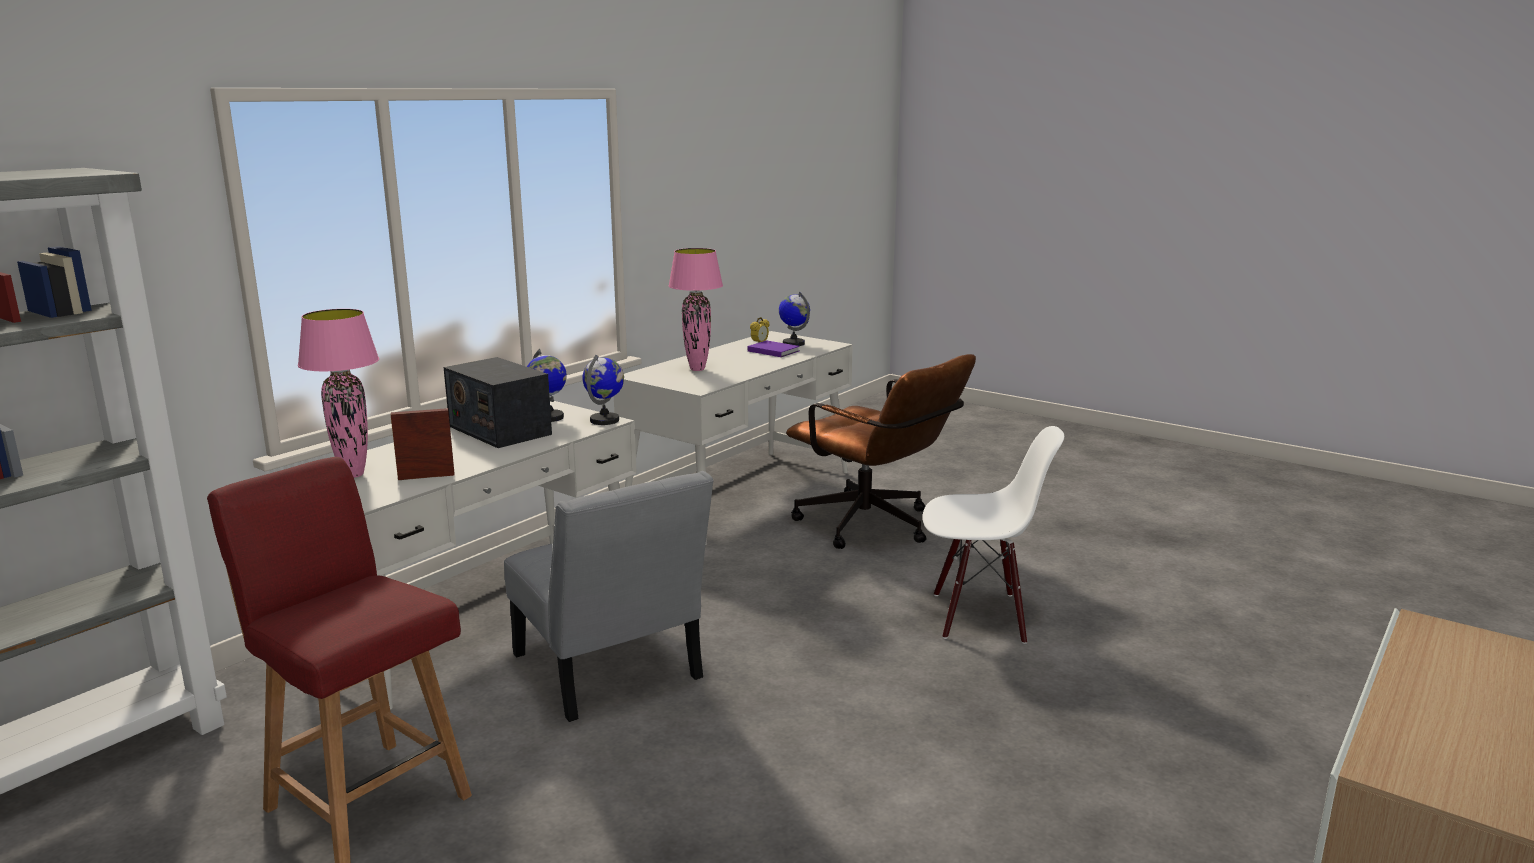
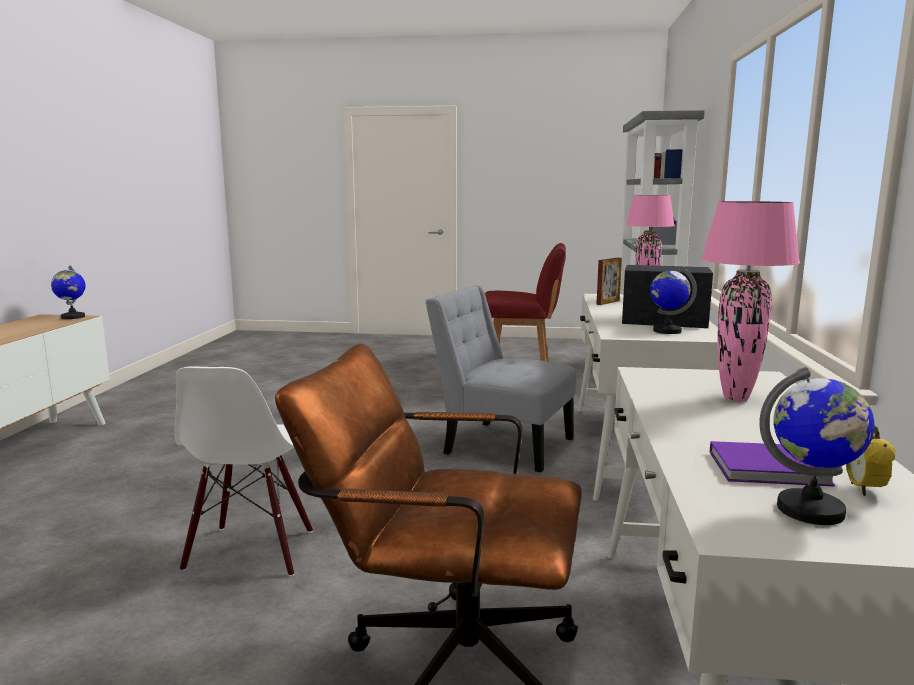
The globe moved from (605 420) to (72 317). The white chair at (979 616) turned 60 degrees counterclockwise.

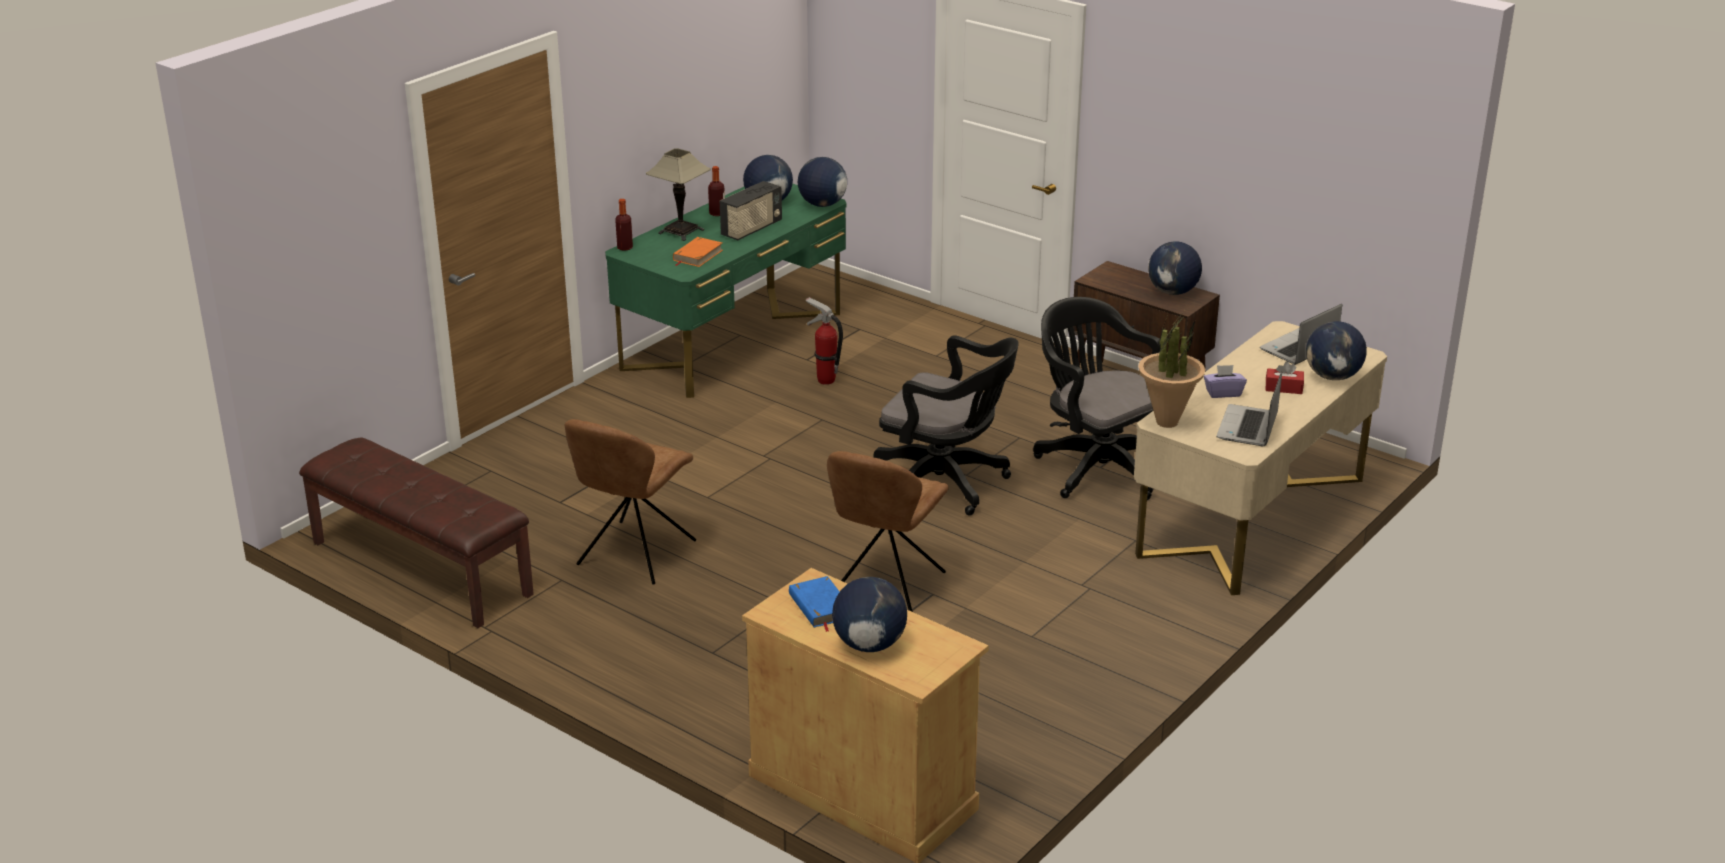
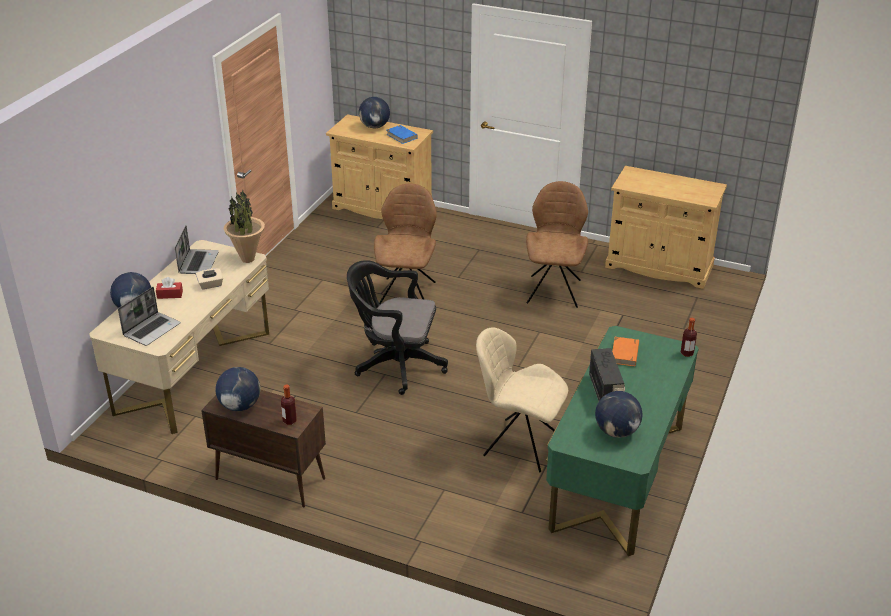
The table lamp at (681 231) disappeared. The globe at (822 205) disappeared. The bottle moved from (717 213) to (289 421). The radio at (752 229) turned 150 degrees clockwise. The fire extinguisher at (825 380) was replaced by the beige chair at (519 444). The black office chair at (1096 467) disappeared. The purple tissue box at (1223 393) became the beige tissue box at (210 285). The brown bench at (419 569) was replaced by the beige cabinet at (659 266).

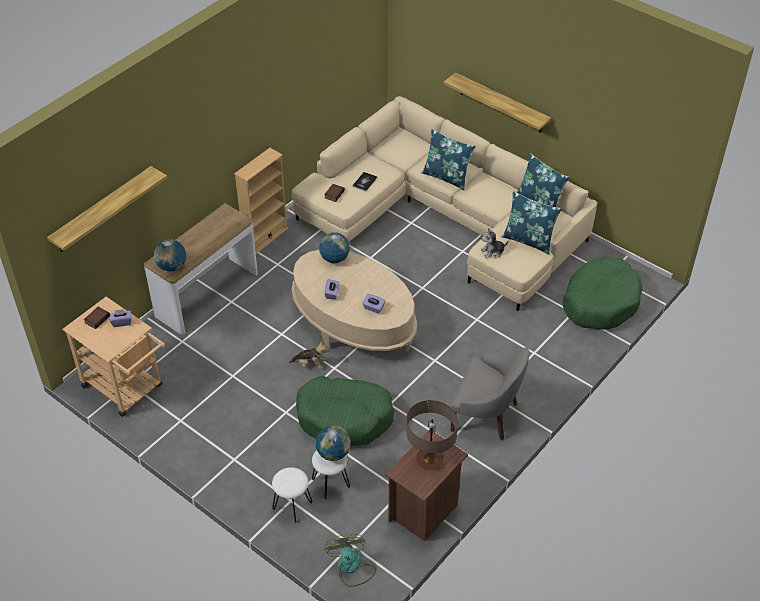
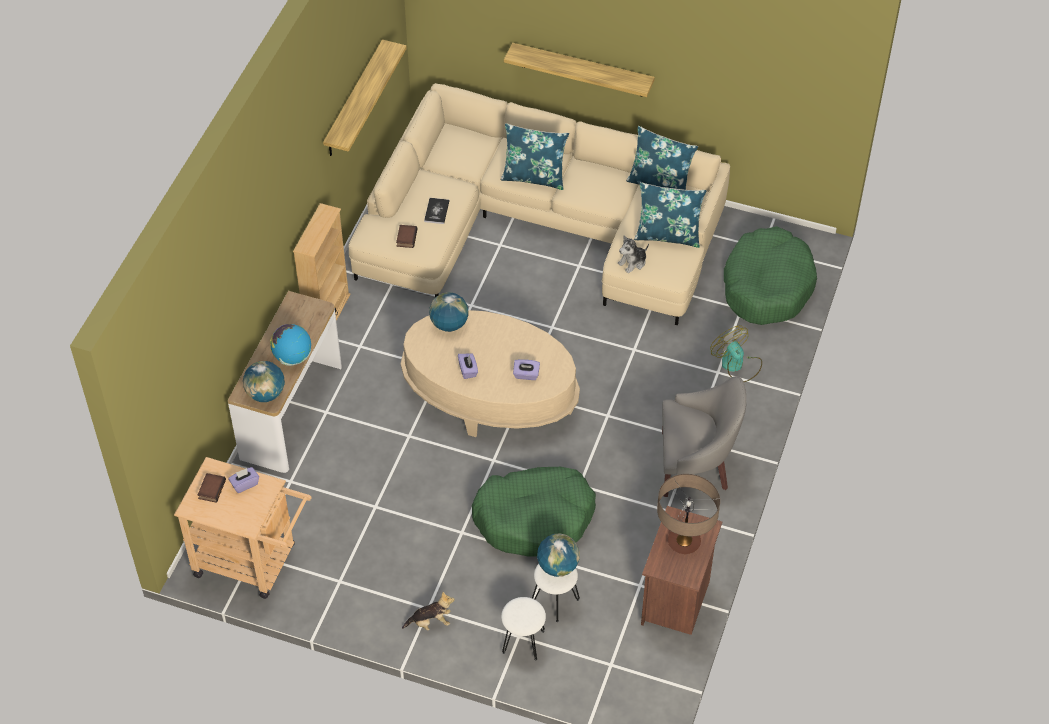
The shelf moved from (102 210) to (354 100). The plush toy moved from (310 364) to (430 622). The fan moved from (351 567) to (736 365). The globe at (292 357) appeared.

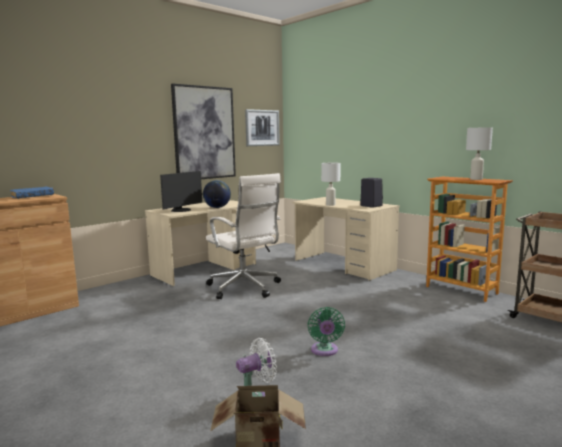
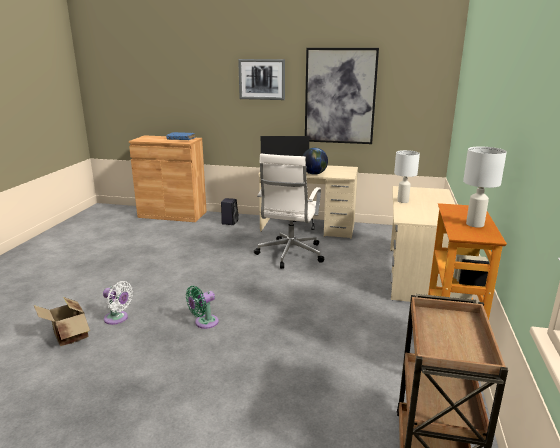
The picture moved from (262 128) to (262 79). The black speaker moved from (370 206) to (230 222).

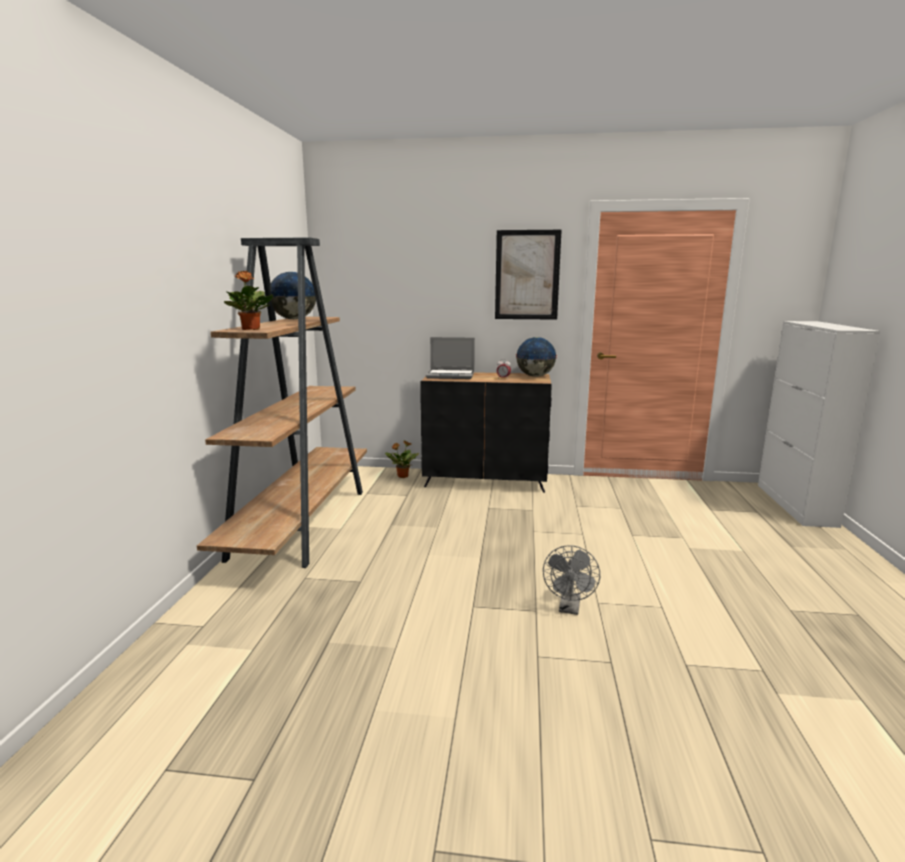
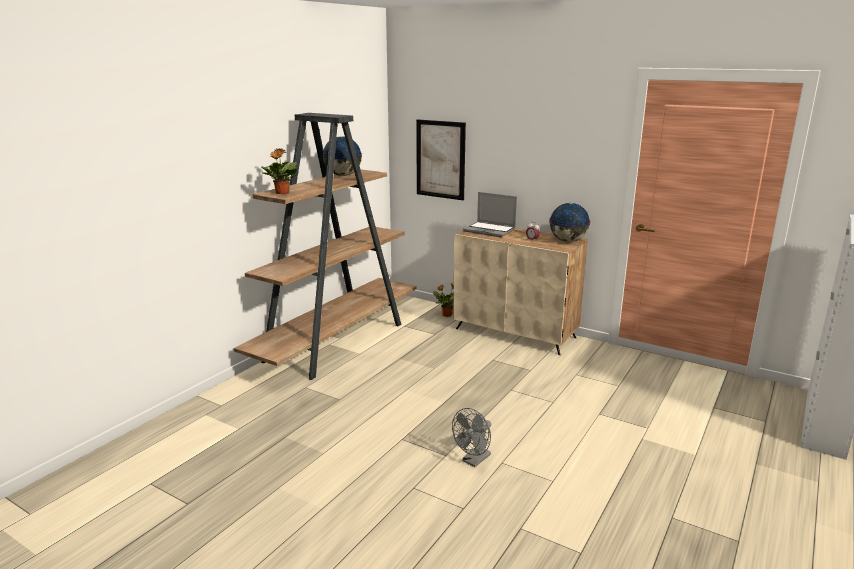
The picture moved from (527 275) to (440 159). The black cabinet at (486 481) became the beige cabinet at (516 333).

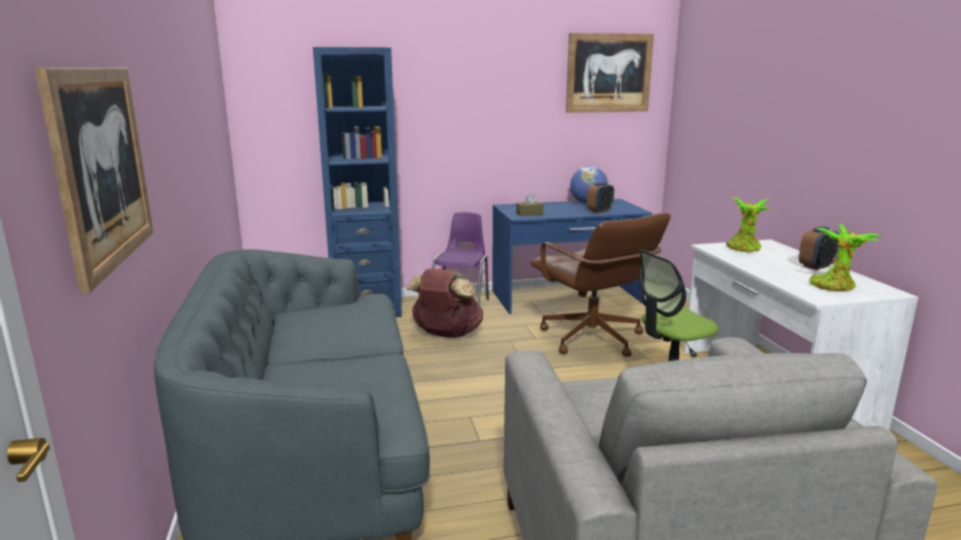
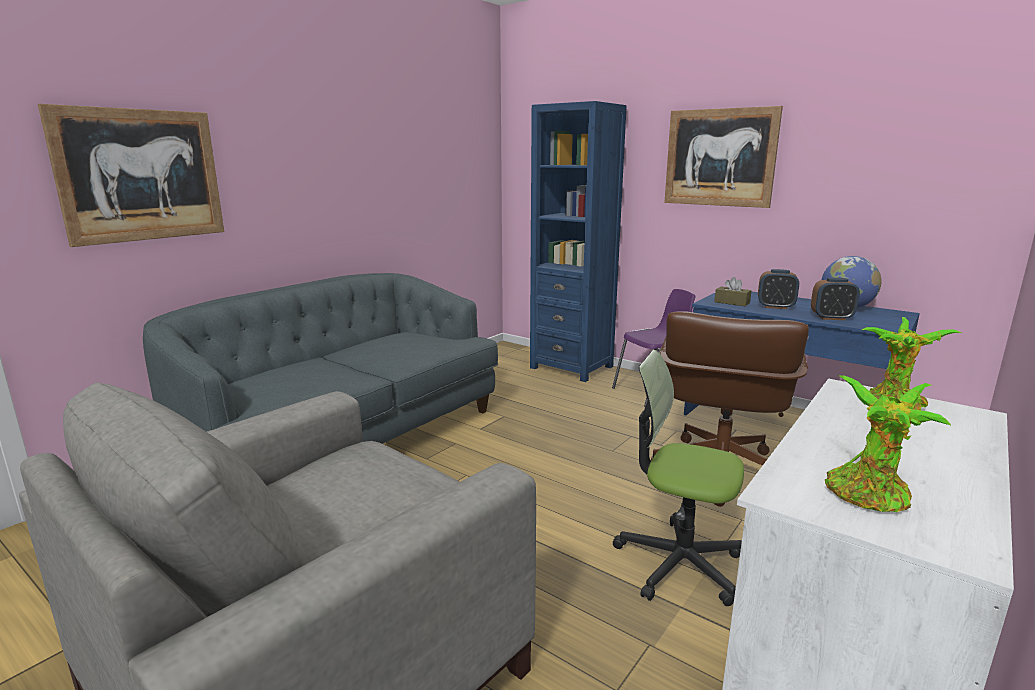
The picture moved from (609 73) to (719 158). The alarm clock moved from (816 266) to (775 307). The brown backpack at (446 334) disappeared.

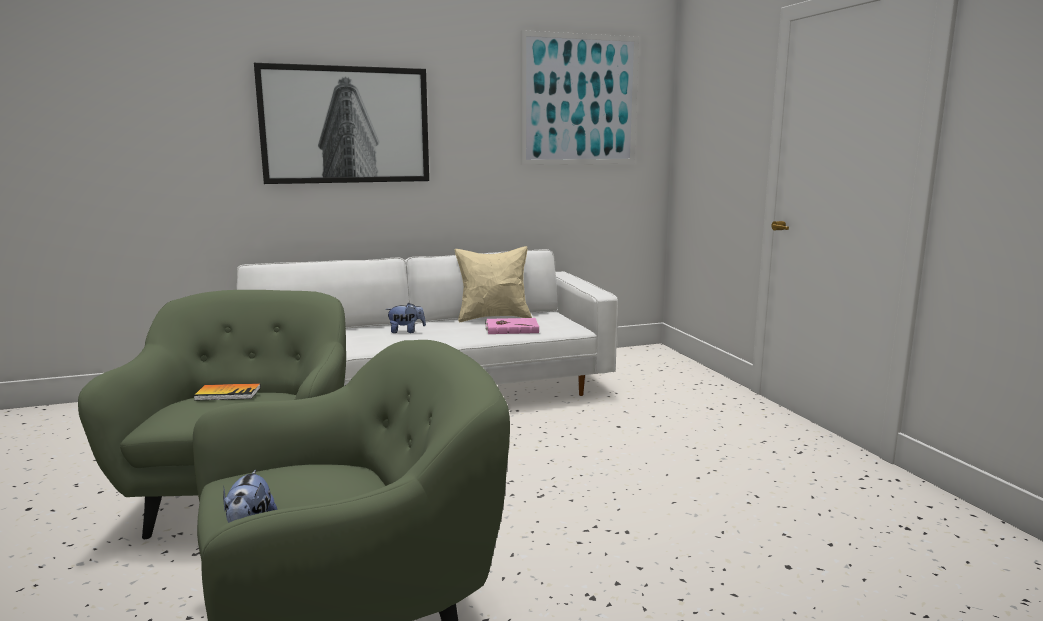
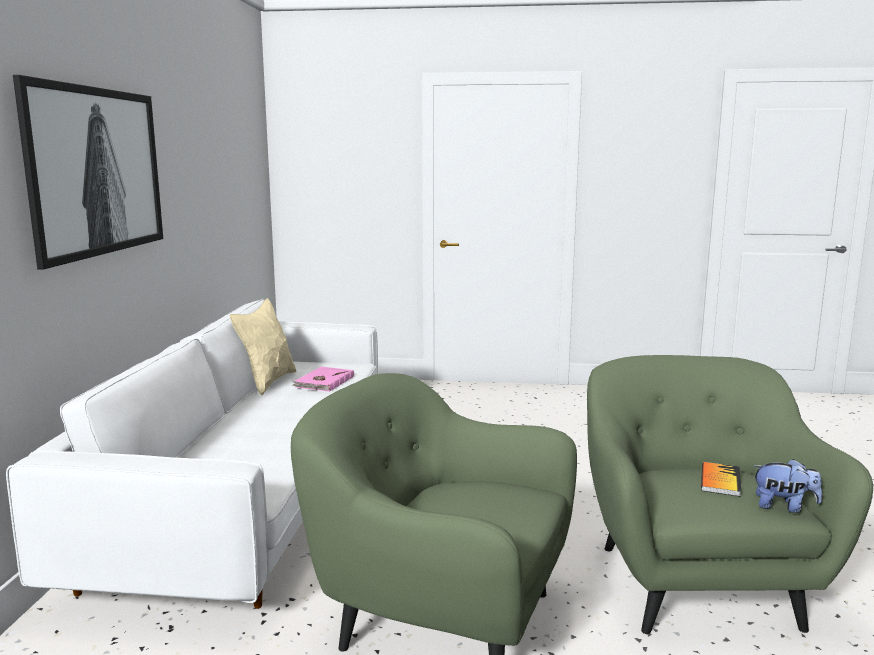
The picture at (579 100) disappeared. The plush toy at (406 331) disappeared. The book moved from (228 393) to (720 480).

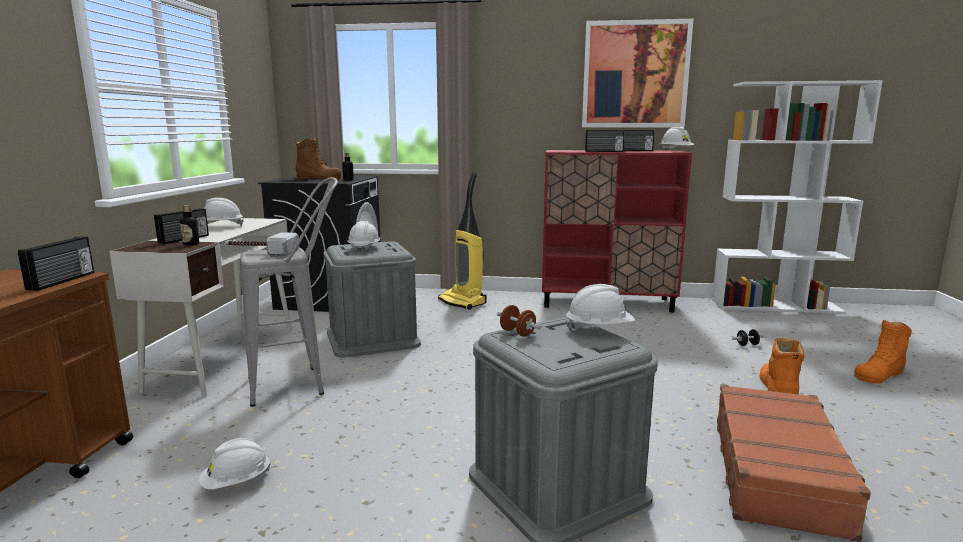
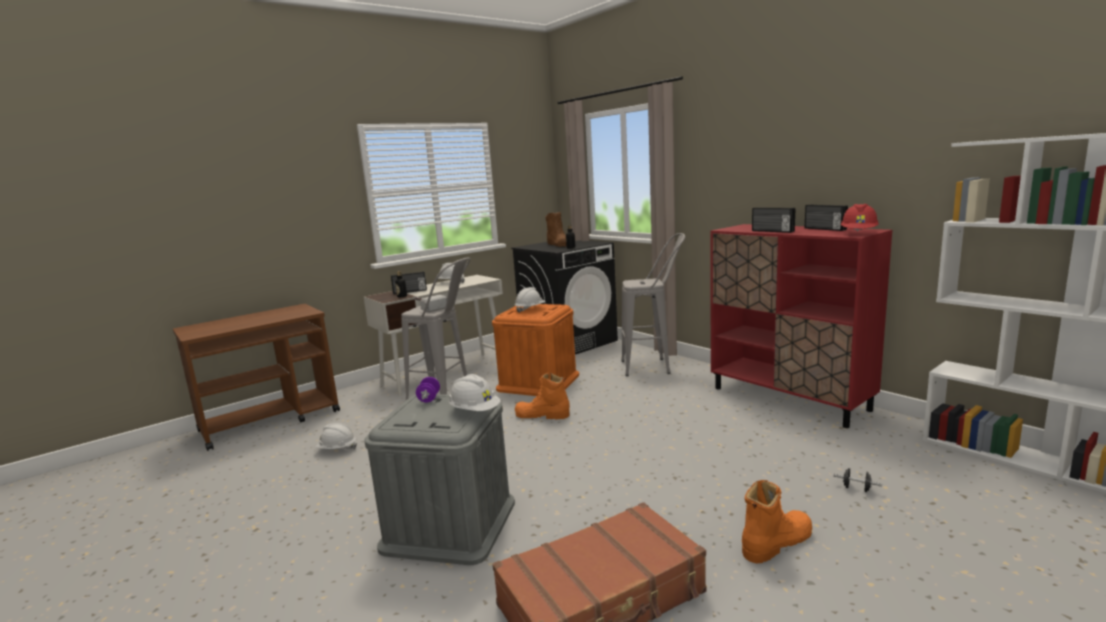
The picture at (635 75) disappeared. The white hard hat at (676 151) became the red hard hat at (859 234). The vacuum cleaner at (463 302) was replaced by the grey stool at (654 367). The radio at (63 281) disappeared. The grey storage box at (372 338) became the orange storage box at (538 382). The brown dumbbell at (517 333) became the purple dumbbell at (429 398). The orange boot moved from (879 374) to (542 415).

